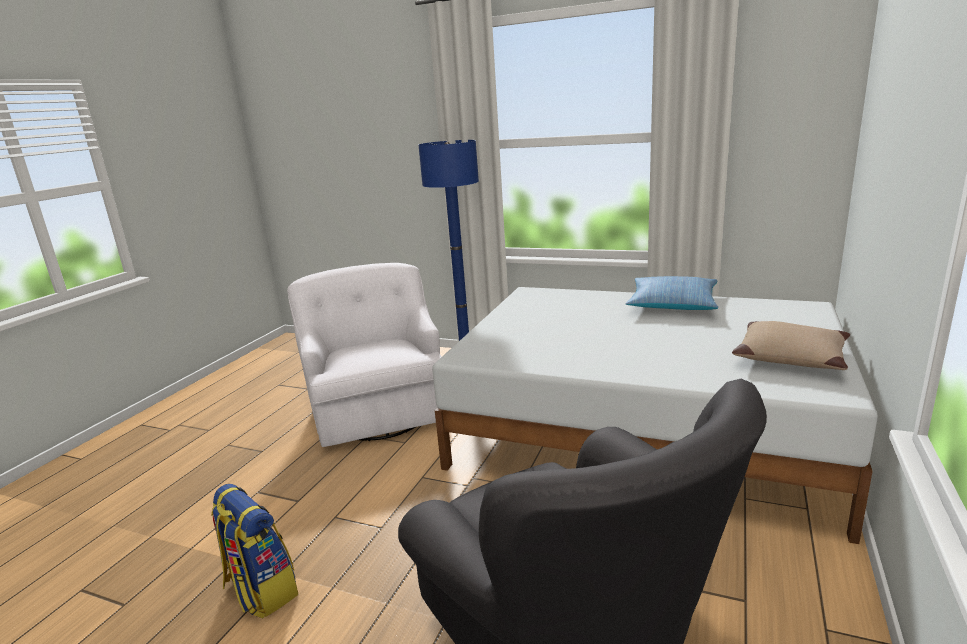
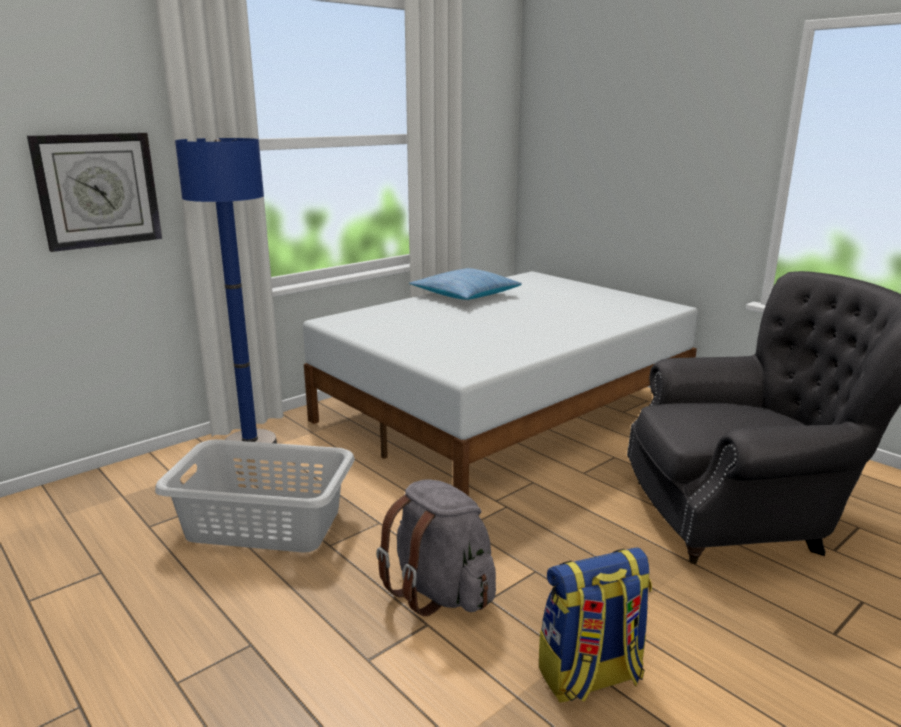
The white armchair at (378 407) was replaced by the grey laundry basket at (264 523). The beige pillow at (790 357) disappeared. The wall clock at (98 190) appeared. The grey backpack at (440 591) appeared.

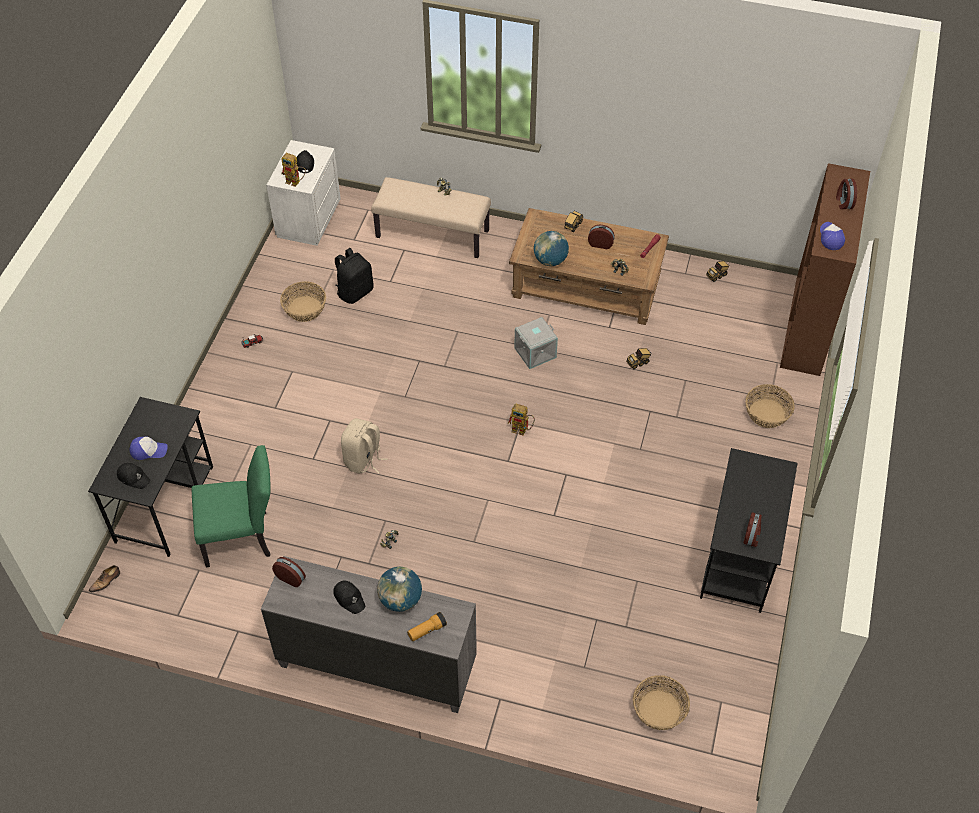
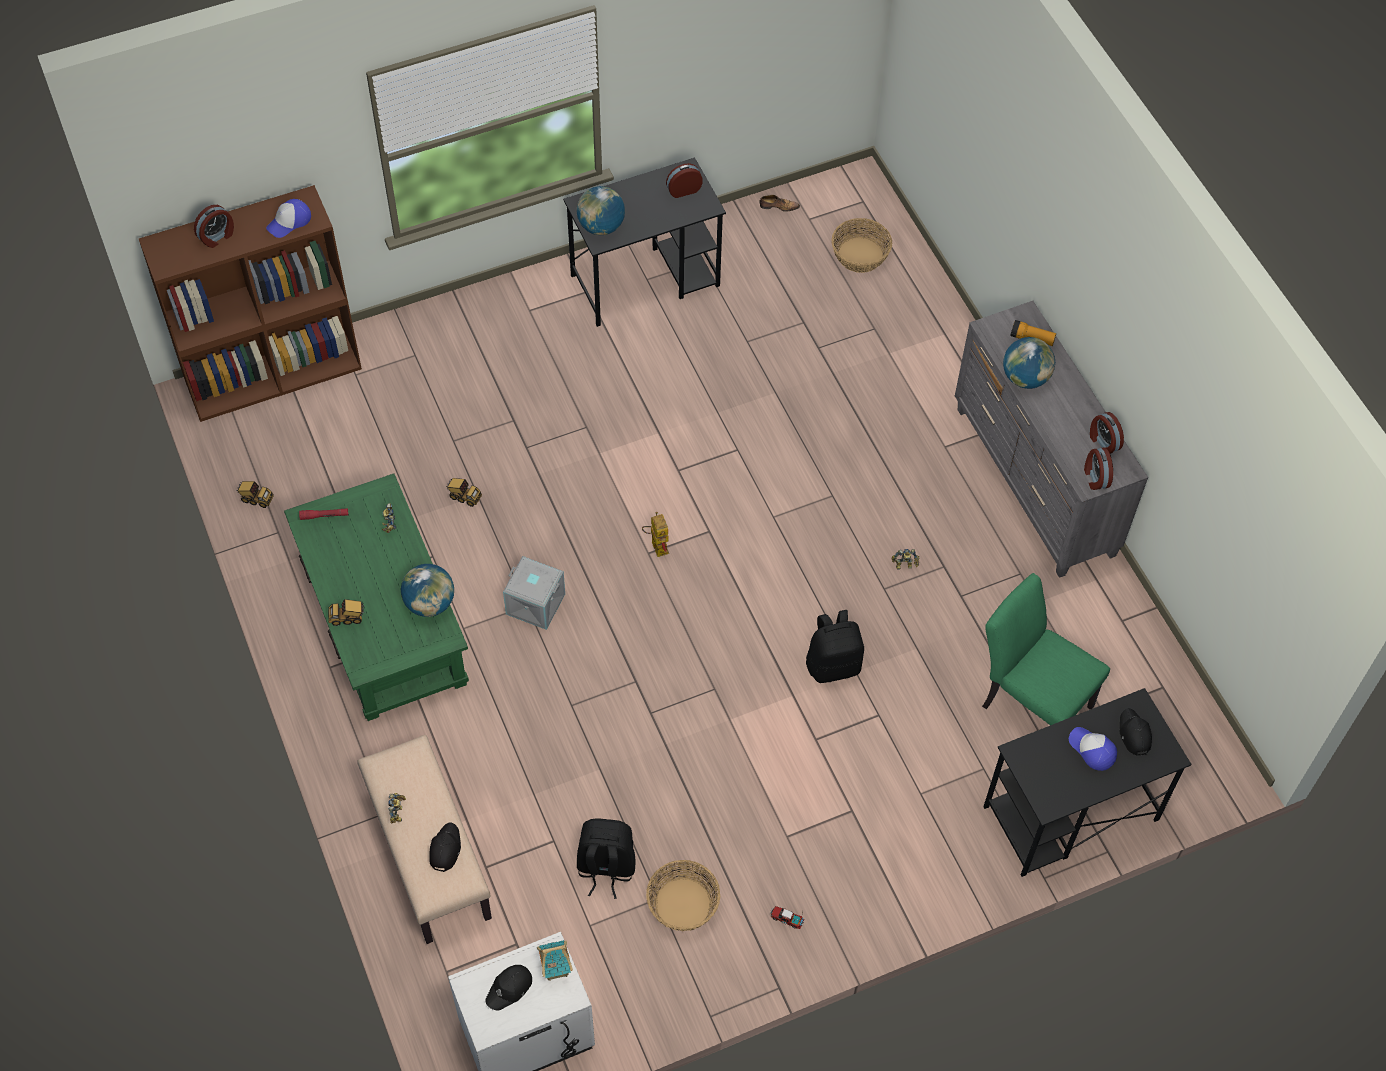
The toy robot at (296 182) was replaced by the toy house at (555 969). The brown coffee table at (585 286) became the green coffee table at (384 620). The alarm clock moved from (600 244) to (1103 442). The basket at (766 413) disappeared. The beige backpack at (363 460) became the black backpack at (833 664). The shoe moved from (106 581) to (778 206). The black cap moved from (349 598) to (444 849). The globe at (601 226) appeared.

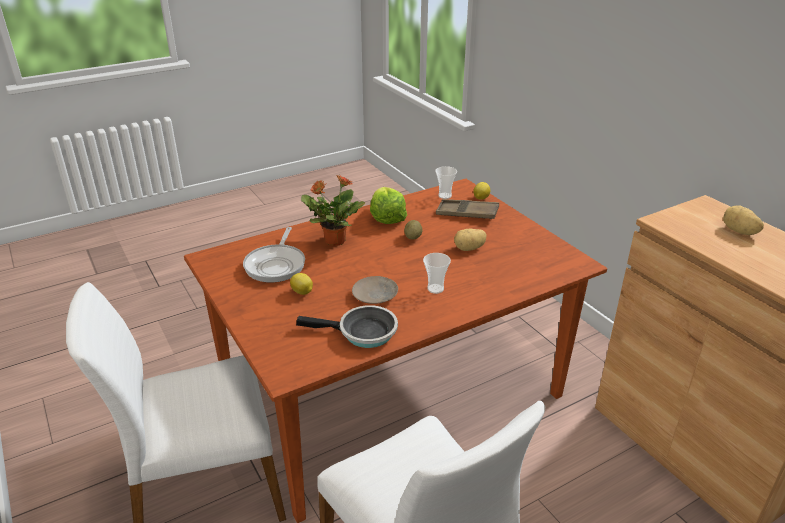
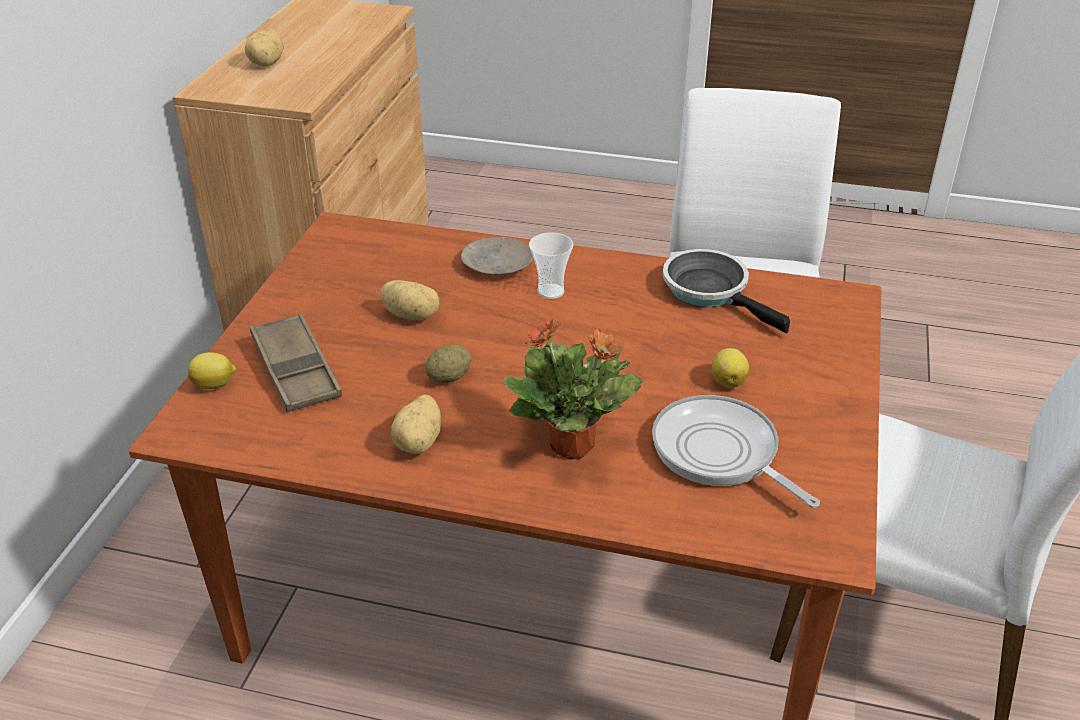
The cup at (445 196) disappeared. The lettuce at (387 217) was replaced by the potato at (420 442). The frying pan at (276 265) turned 90 degrees counterclockwise. The beige plate moved from (375 295) to (496 264).

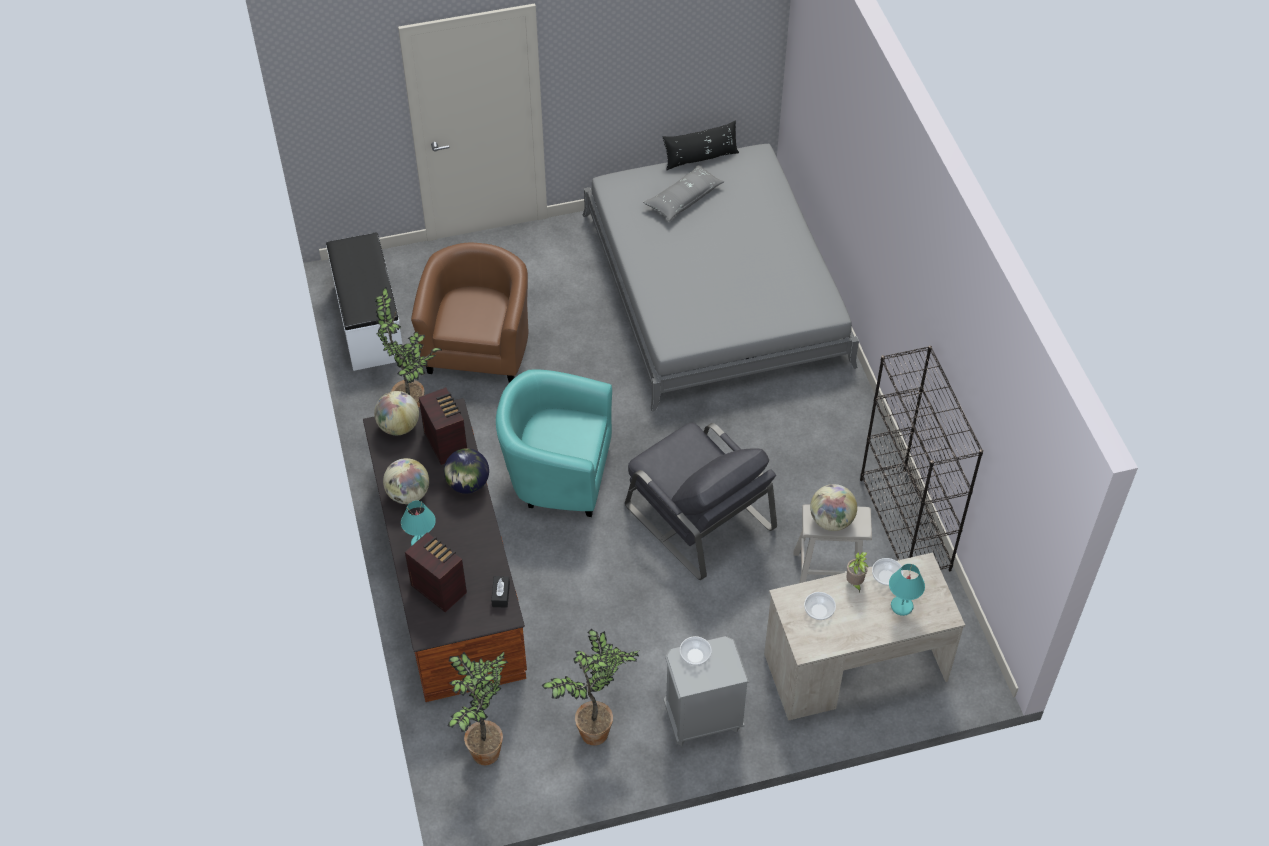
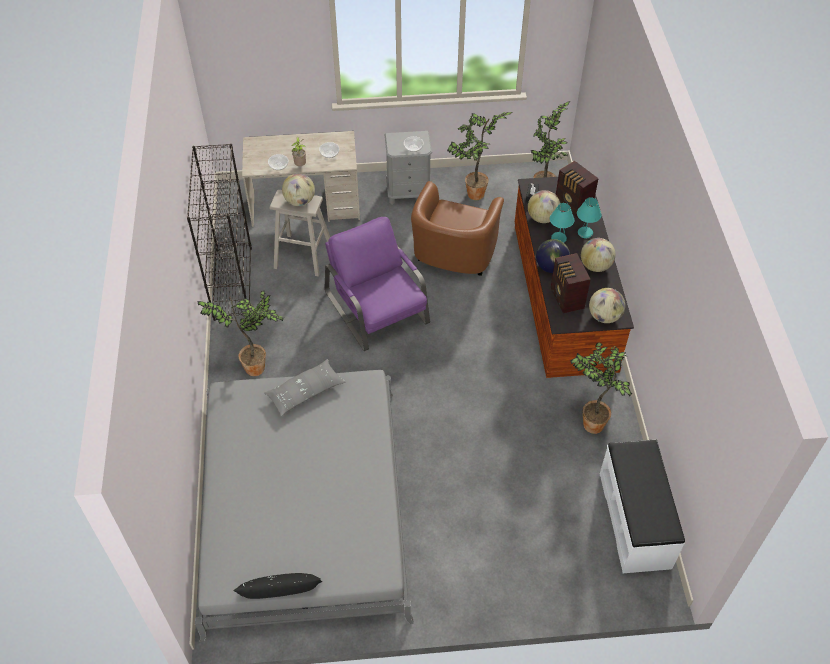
The grey pillow moved from (683 198) to (305 392). The brown armchair moved from (479 346) to (453 258). The turquoise armchair at (556 473) disappeared. The grey armchair at (698 516) became the purple armchair at (378 308). The turquoise table lamp moved from (902 606) to (558 238). The globe at (542 218) appeared. The potted plant at (258 367) appeared.

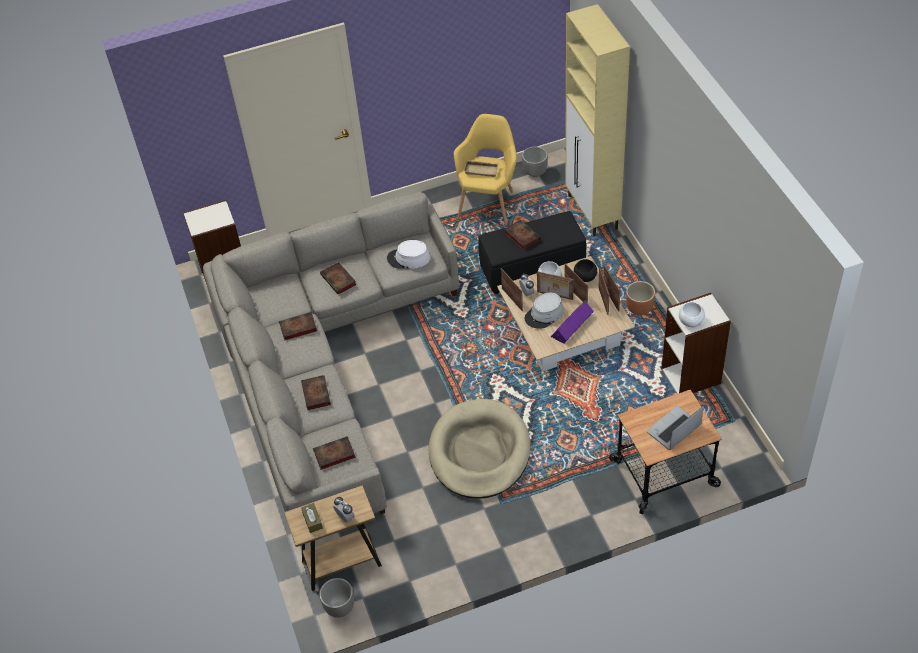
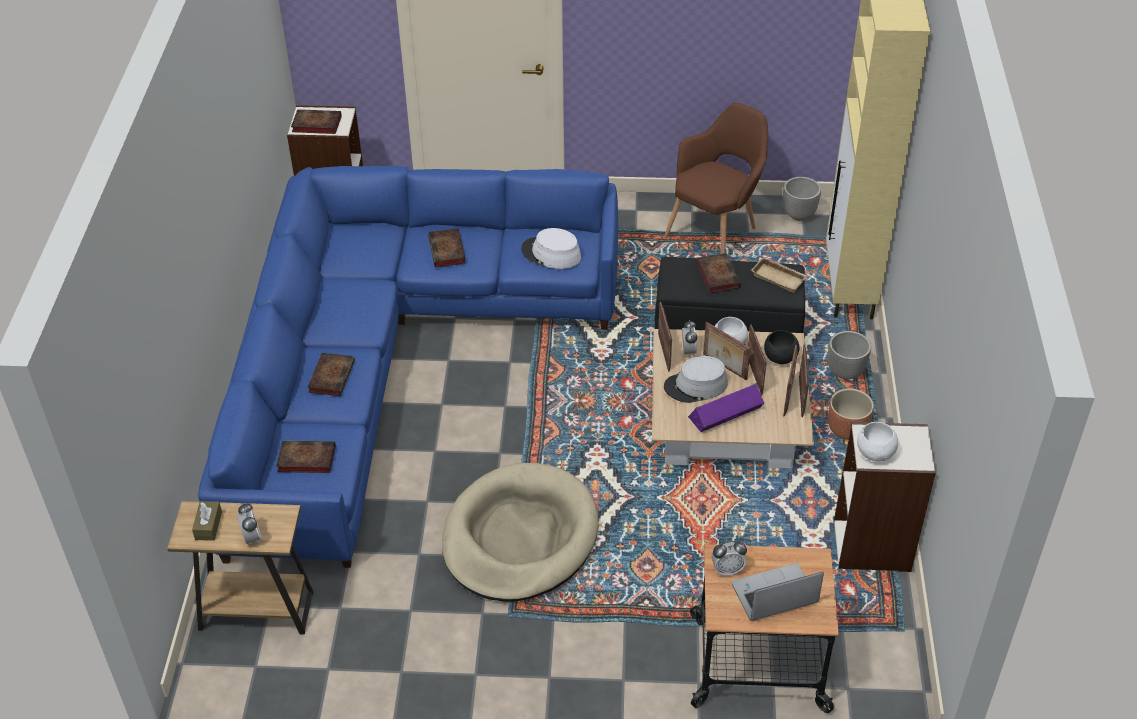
The yellow armchair at (488 202) became the brown armchair at (716 231). The beige tray moved from (482 170) to (779 277). The grey sofa at (325 365) became the blue sofa at (390 357). The book moved from (297 328) to (315 124). The planter moved from (340 608) to (845 372). The alarm clock at (727 570) appeared.

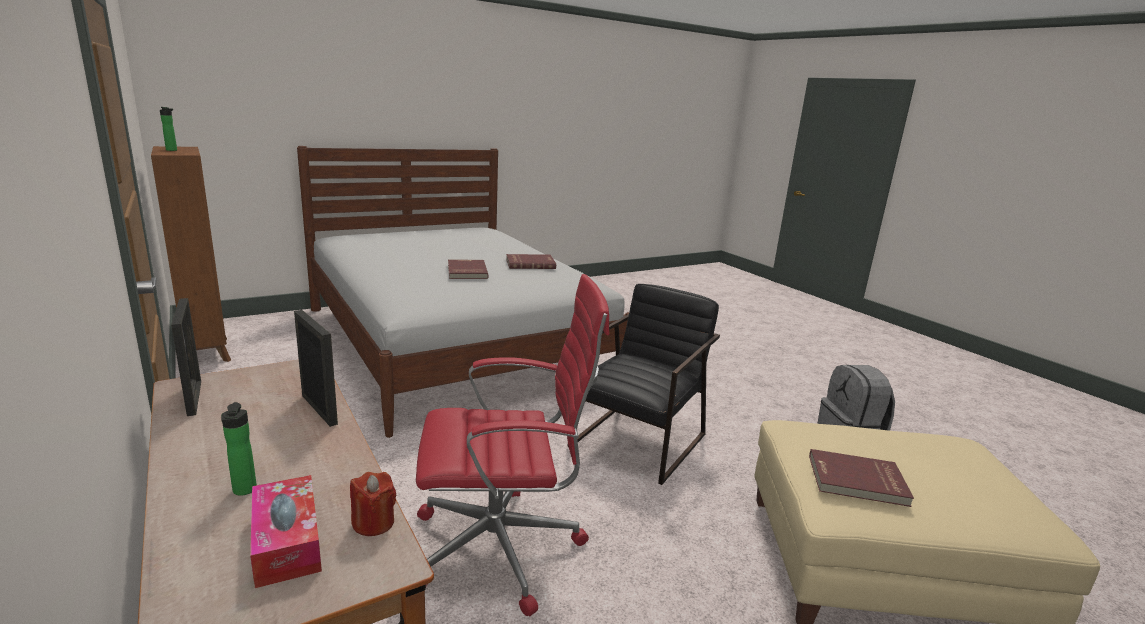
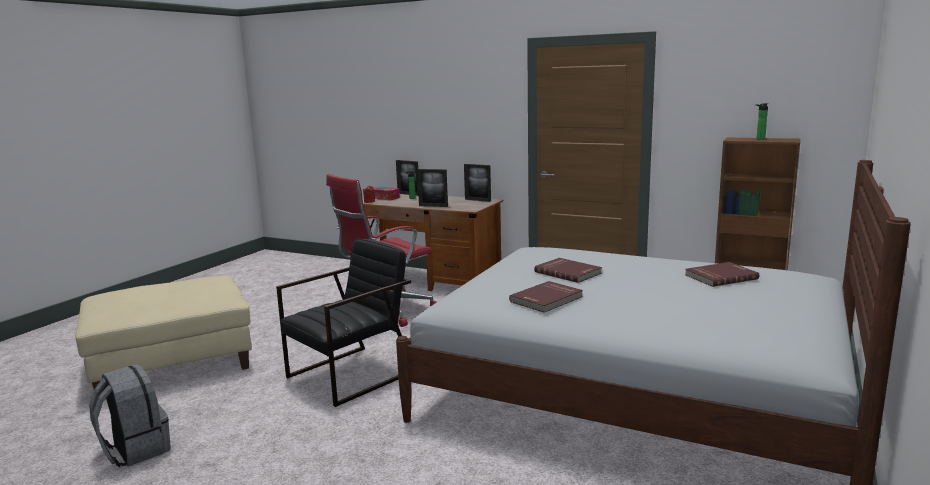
The black armchair at (639 440) turned 135 degrees counterclockwise. The red book moved from (857 481) to (720 276). The picture frame at (408 194) appeared.

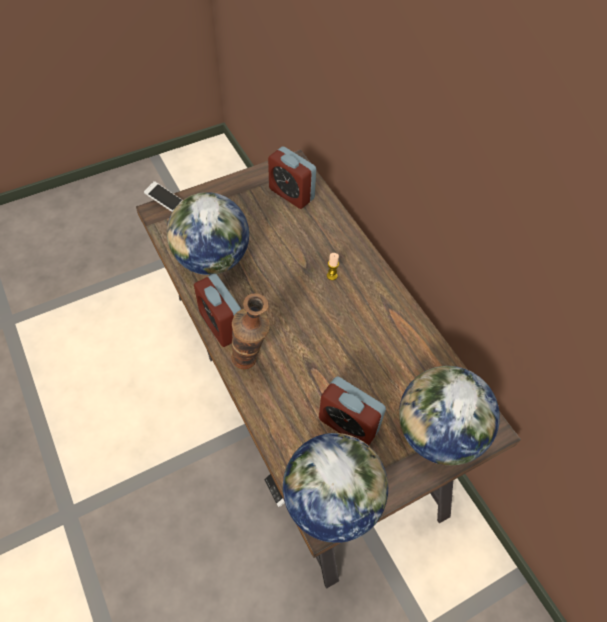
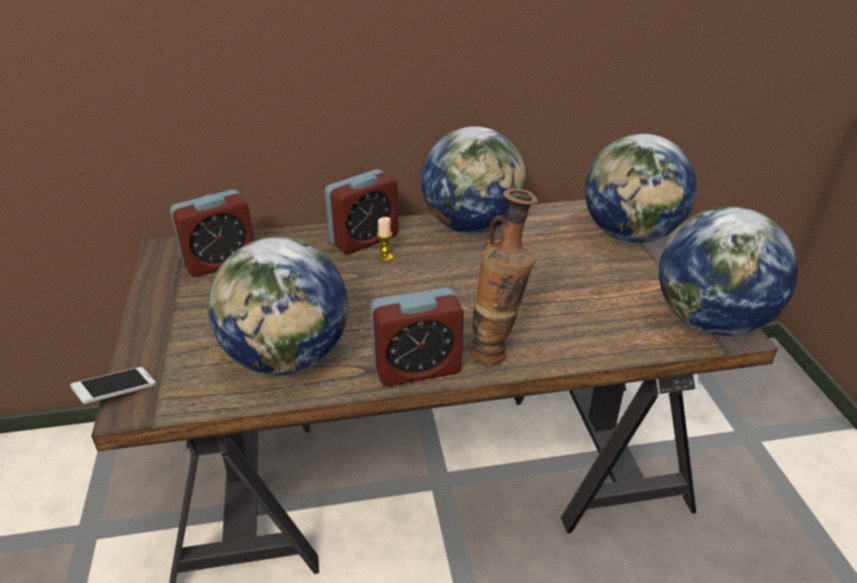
The alarm clock moved from (348 424) to (364 239). The globe at (472 226) appeared.

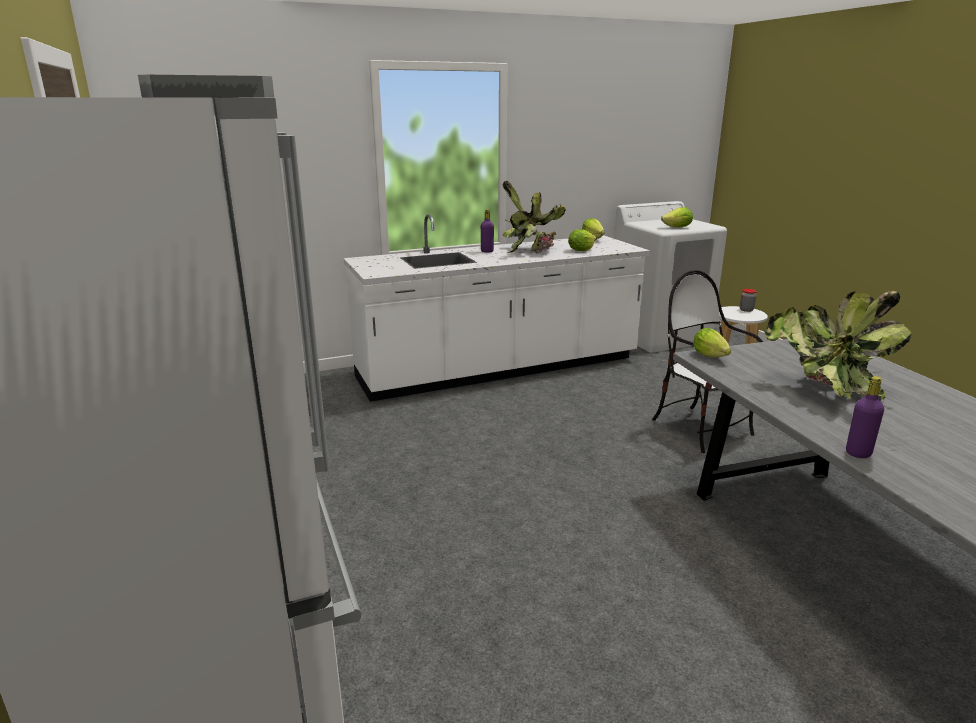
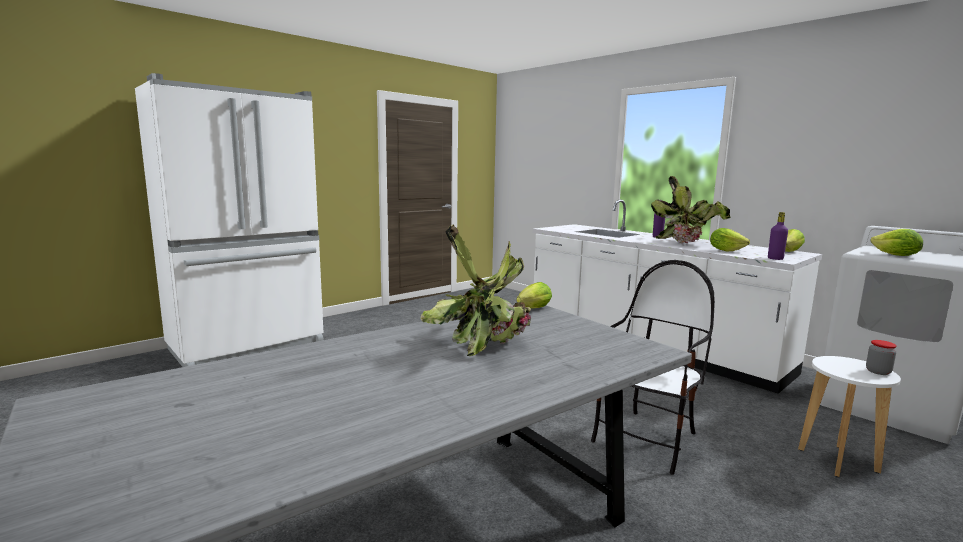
The purple bottle moved from (858 453) to (775 259).

